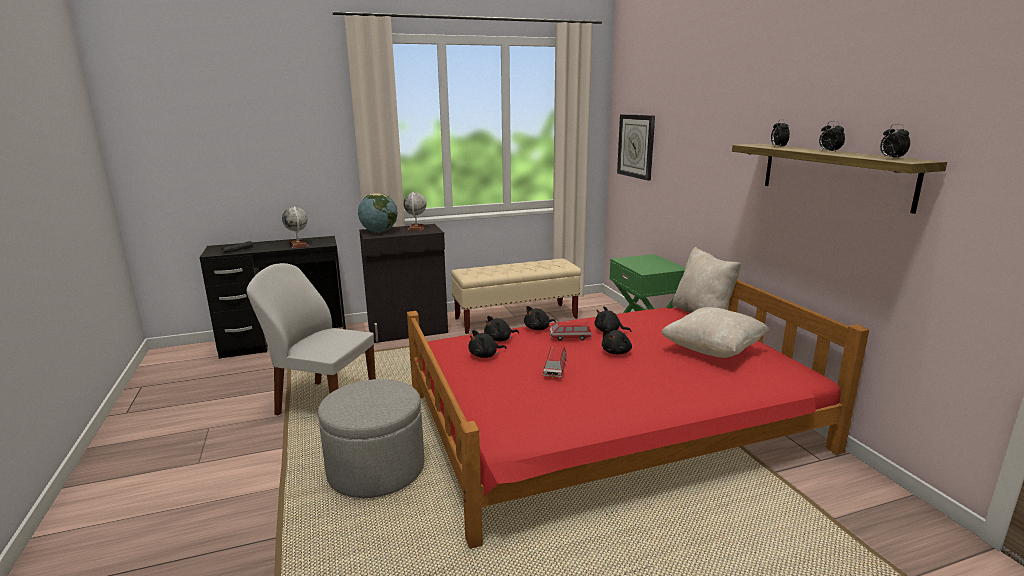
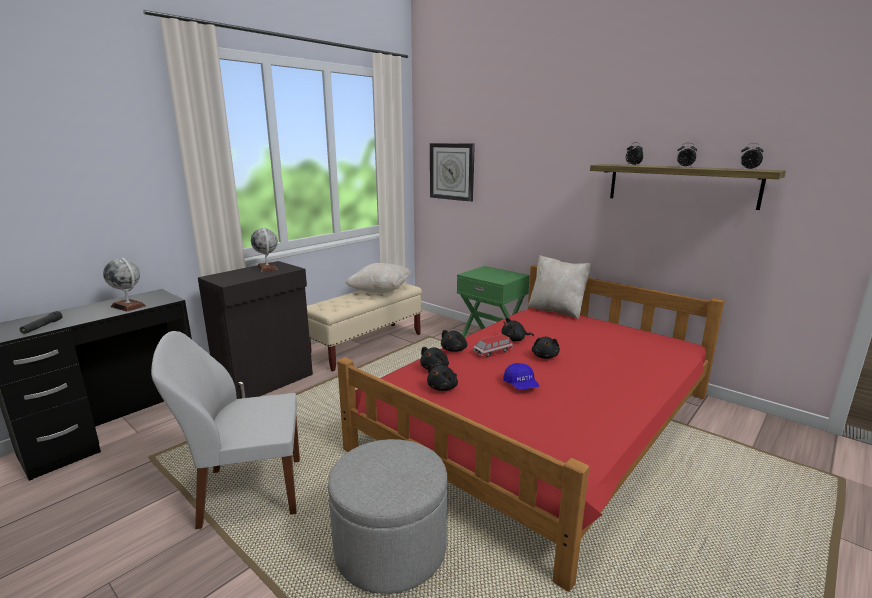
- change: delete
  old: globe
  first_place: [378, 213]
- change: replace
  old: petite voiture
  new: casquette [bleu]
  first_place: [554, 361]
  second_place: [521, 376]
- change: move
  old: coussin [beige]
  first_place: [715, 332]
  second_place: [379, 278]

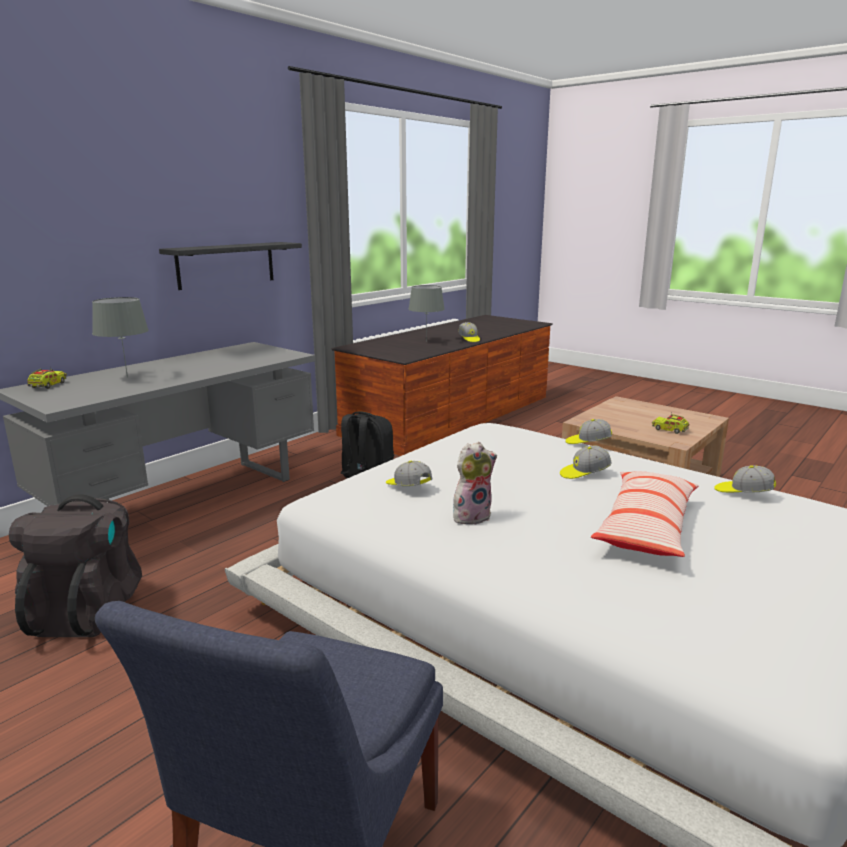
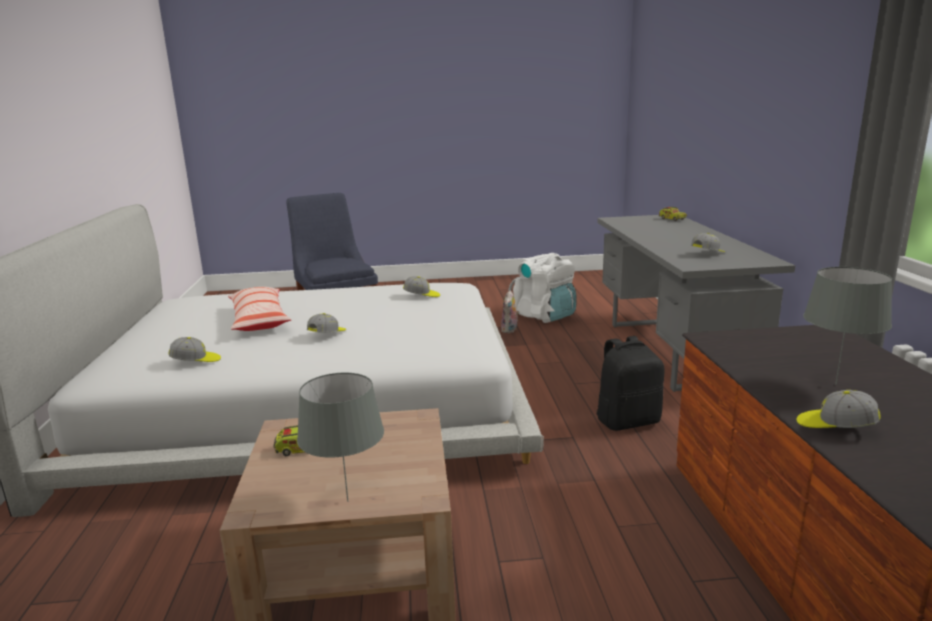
- change: recolor
  old: sac à dos [noir]
  new: sac à dos [blanc]
  first_place: [75, 565]
  second_place: [542, 288]
- change: move
  old: lampe de table [gris]
  first_place: [120, 337]
  second_place: [340, 437]
- change: delete
  old: étagère [noir]
  first_place: [230, 266]
- change: move
  old: peluche
  first_place: [475, 483]
  second_place: [510, 311]
- change: move
  old: casquette
  first_place: [588, 431]
  second_place: [708, 242]

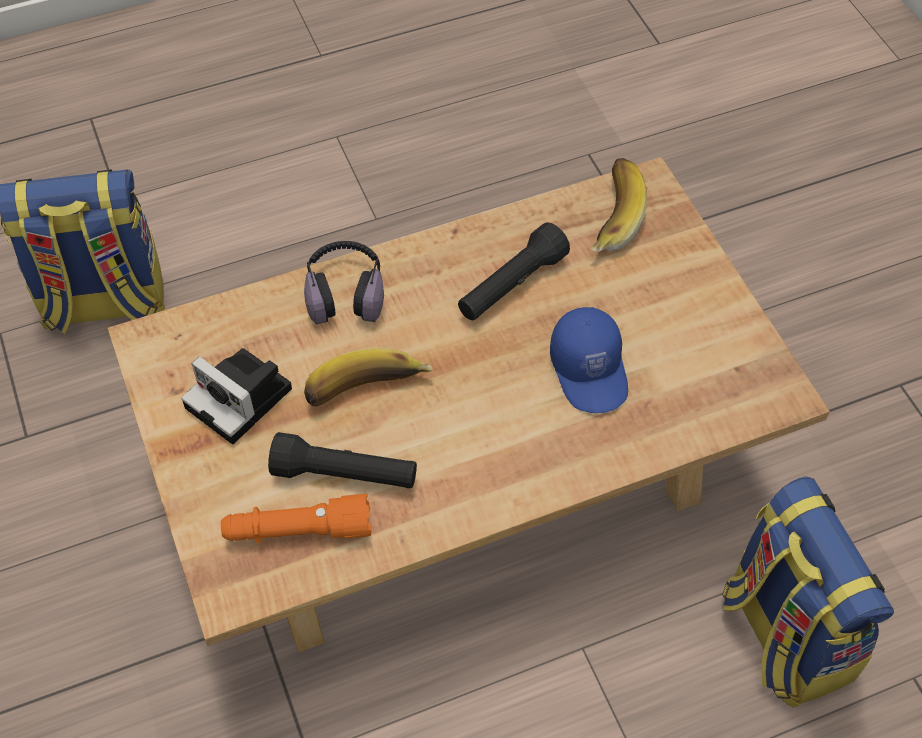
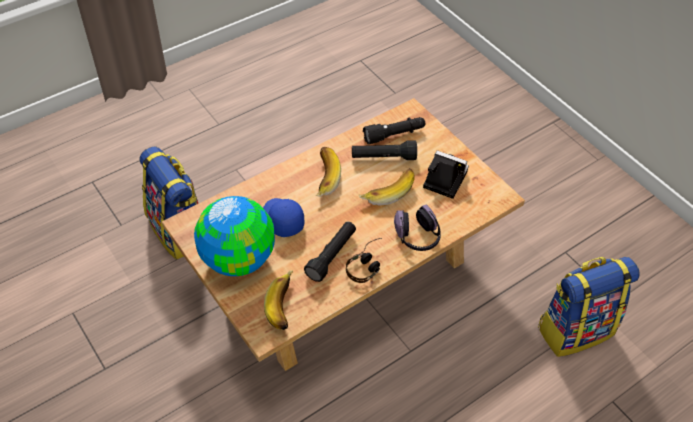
- change: recolor
  old: lampe de poche [orange]
  new: lampe de poche [noir]
  first_place: [296, 519]
  second_place: [394, 130]
- change: insert
  new: globe
  second_place: [234, 236]
- change: insert
  new: banane
  second_place: [328, 172]
- change: insert
  new: casque audio
  second_place: [364, 260]

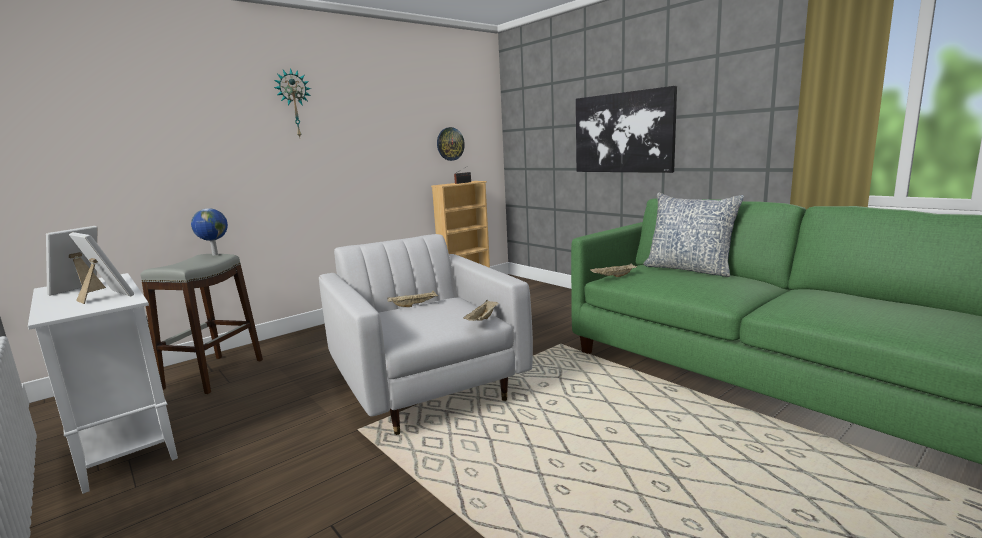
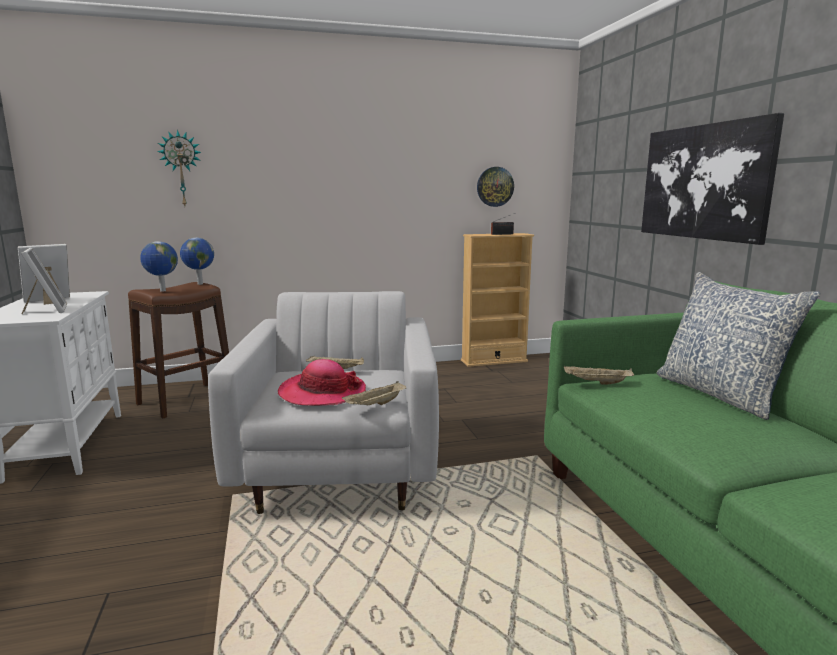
- change: recolor
  old: tabouret [gris]
  new: tabouret [marron]
  first_place: [201, 324]
  second_place: [178, 350]
- change: move
  old: horloge murale
  first_place: [292, 102]
  second_place: [179, 168]
- change: insert
  new: globe
  second_place: [159, 266]
- change: insert
  new: chapeau
  second_place: [322, 382]

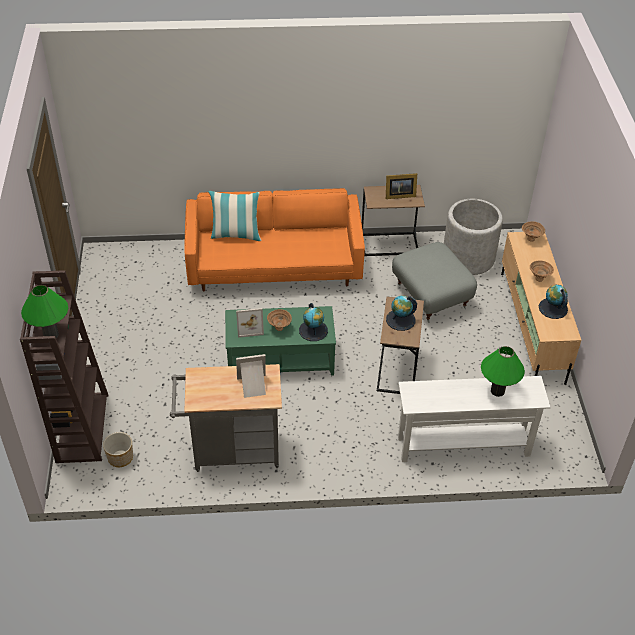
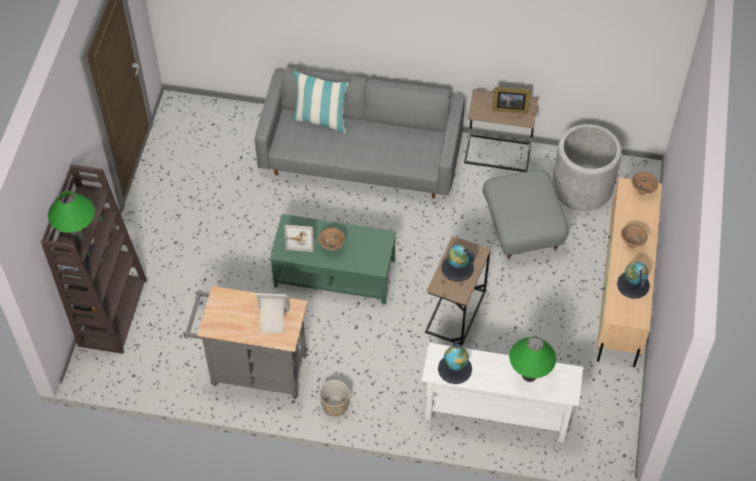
- change: move
  old: cache-pot
  first_place: [118, 449]
  second_place: [334, 398]
- change: recolor
  old: canapé [orange]
  new: canapé [gris]
  first_place: [275, 240]
  second_place: [359, 132]
- change: move
  old: globe
  first_place: [313, 322]
  second_place: [455, 362]

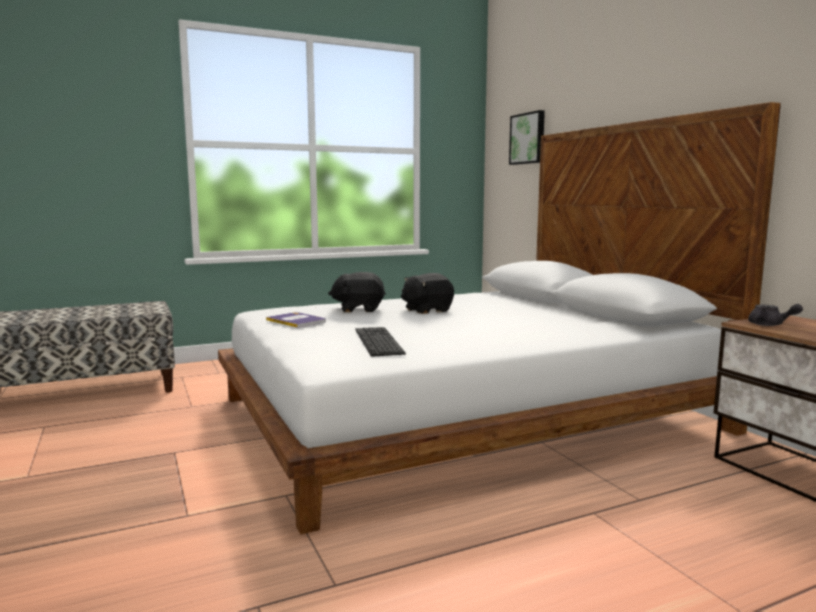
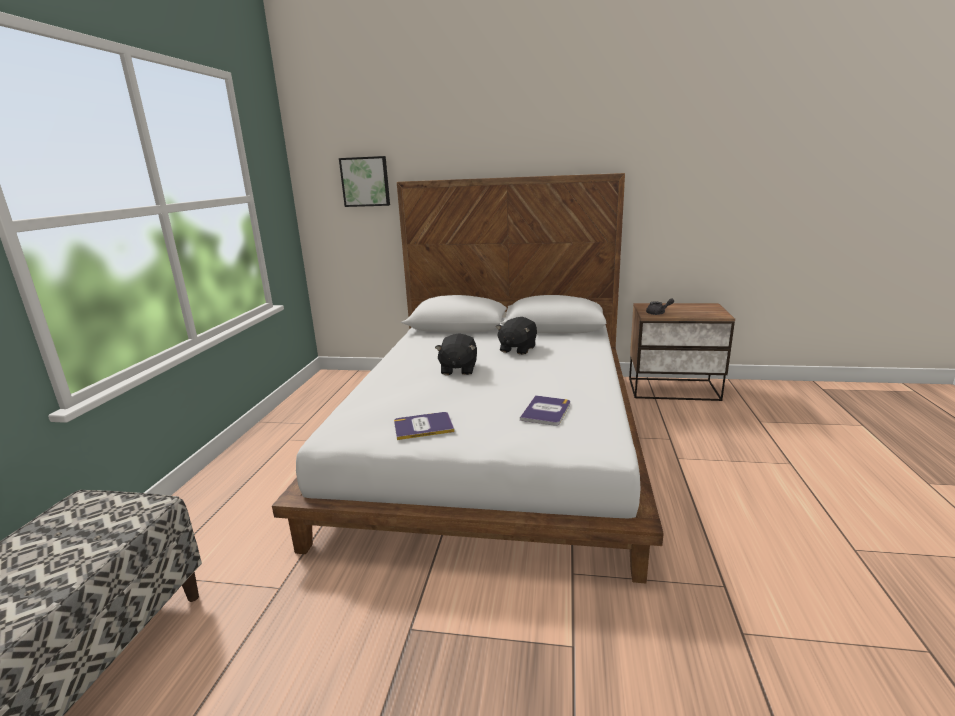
- change: move
  old: peluche [noir]
  first_place: [357, 292]
  second_place: [516, 336]
- change: replace
  old: clavier
  new: livre
  first_place: [381, 342]
  second_place: [545, 410]

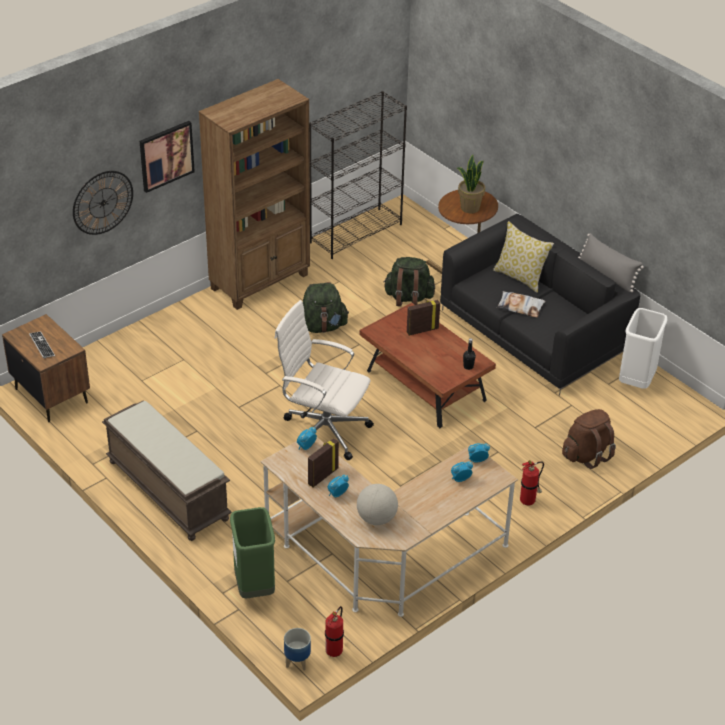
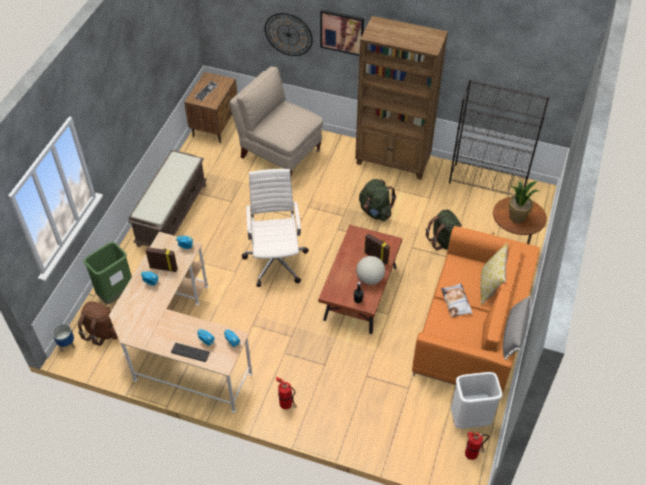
- change: move
  old: extincteur
  first_place: [334, 631]
  second_place: [477, 446]
- change: move
  old: globe
  first_place: [377, 504]
  second_place: [370, 270]
- change: recolor
  old: canapé [noir]
  new: canapé [orange]
  first_place: [540, 304]
  second_place: [476, 310]
- change: move
  old: sac à dos [marron]
  first_place: [589, 439]
  second_place: [98, 323]
- change: insert
  new: clavier
  second_place: [190, 352]
- change: insert
  new: chaise [beige]
  second_place: [276, 120]

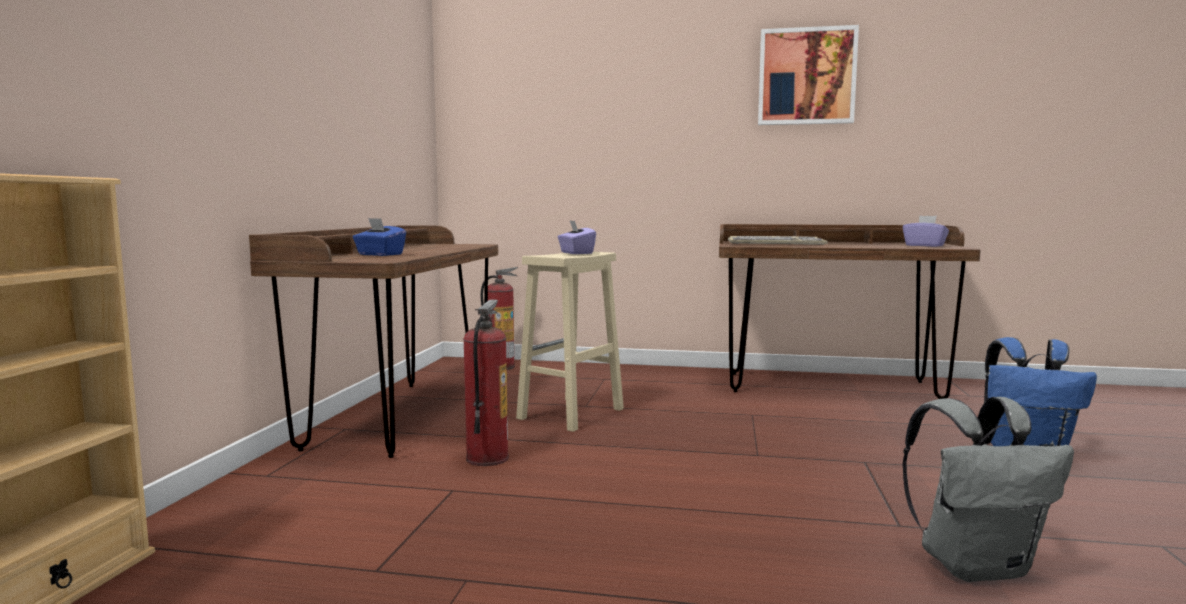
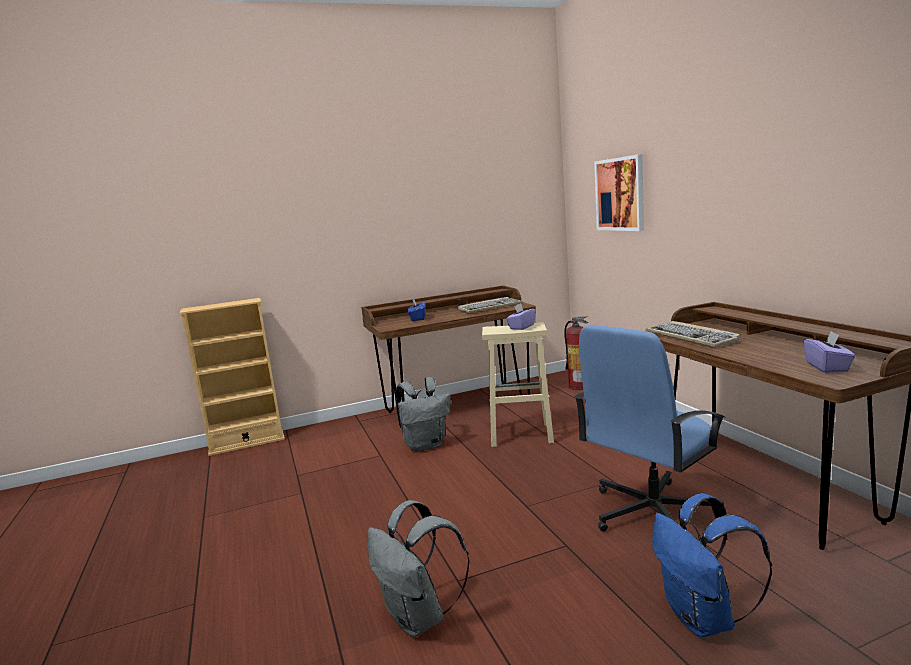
- change: replace
  old: extincteur
  new: sac à dos [gris]
  first_place: [486, 382]
  second_place: [423, 414]
- change: move
  old: tableau
  first_place: [808, 75]
  second_place: [619, 192]
- change: insert
  new: clavier
  second_place: [490, 305]
- change: insert
  new: chaise de bureau [bleu]
  second_place: [649, 428]

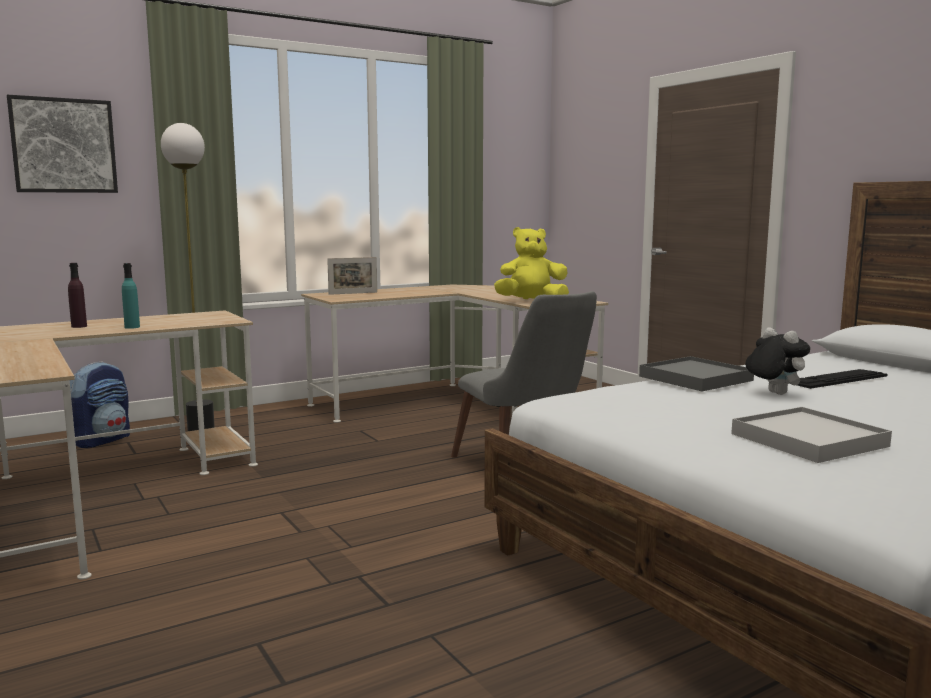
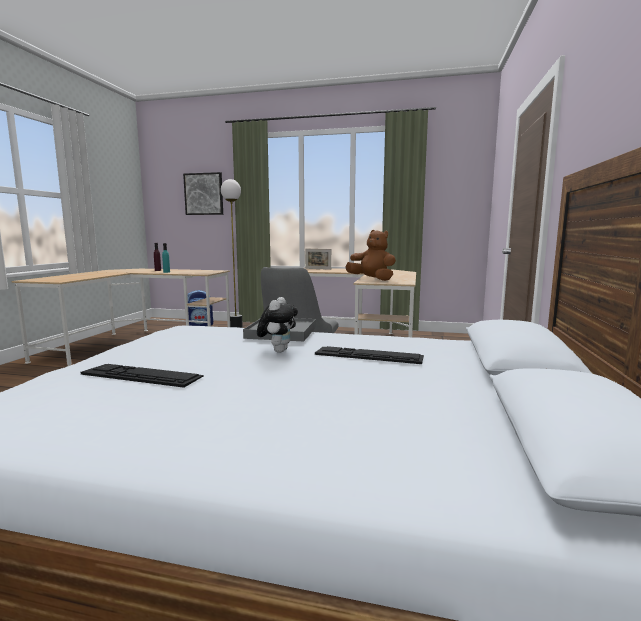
- change: recolor
  old: peluche [jaune]
  new: peluche [marron]
  first_place: [531, 263]
  second_place: [370, 255]
- change: replace
  old: plateau [blanc]
  new: clavier
  first_place: [811, 435]
  second_place: [142, 376]

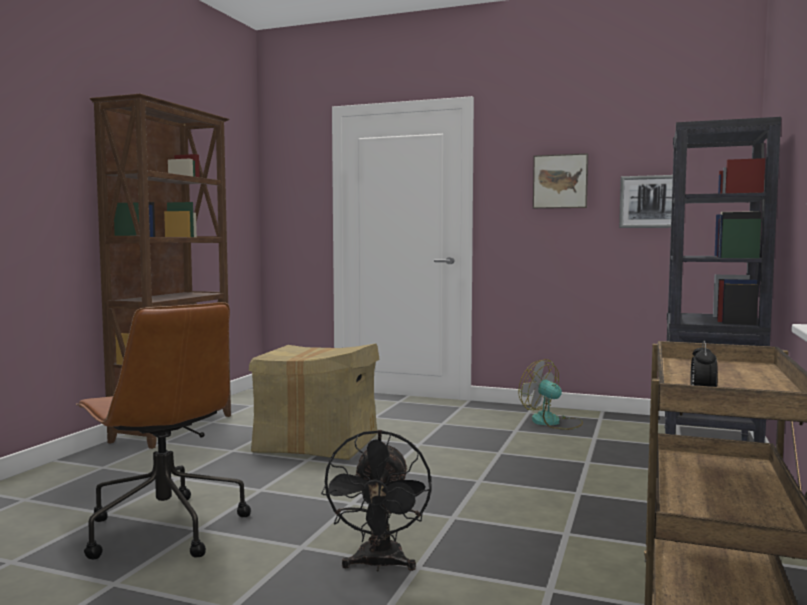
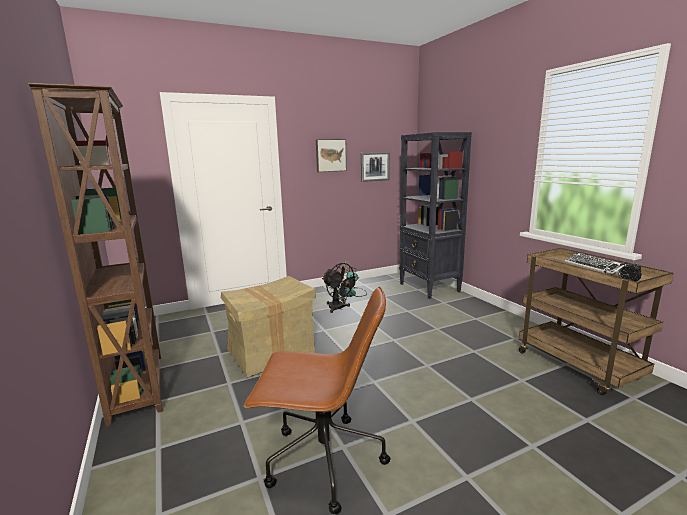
- change: move
  old: ventilateur [noir]
  first_place: [376, 501]
  second_place: [340, 288]
- change: insert
  new: clavier
  second_place: [595, 263]

